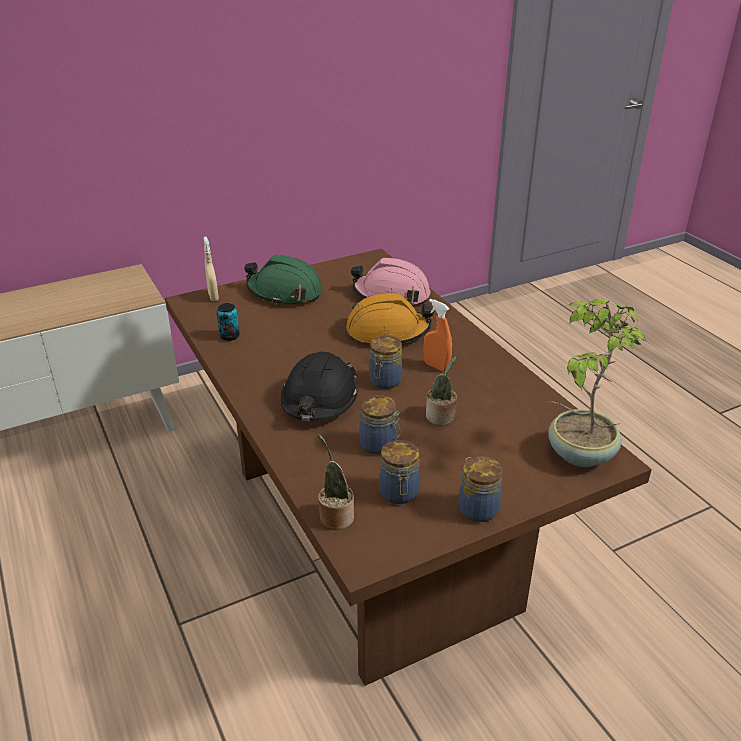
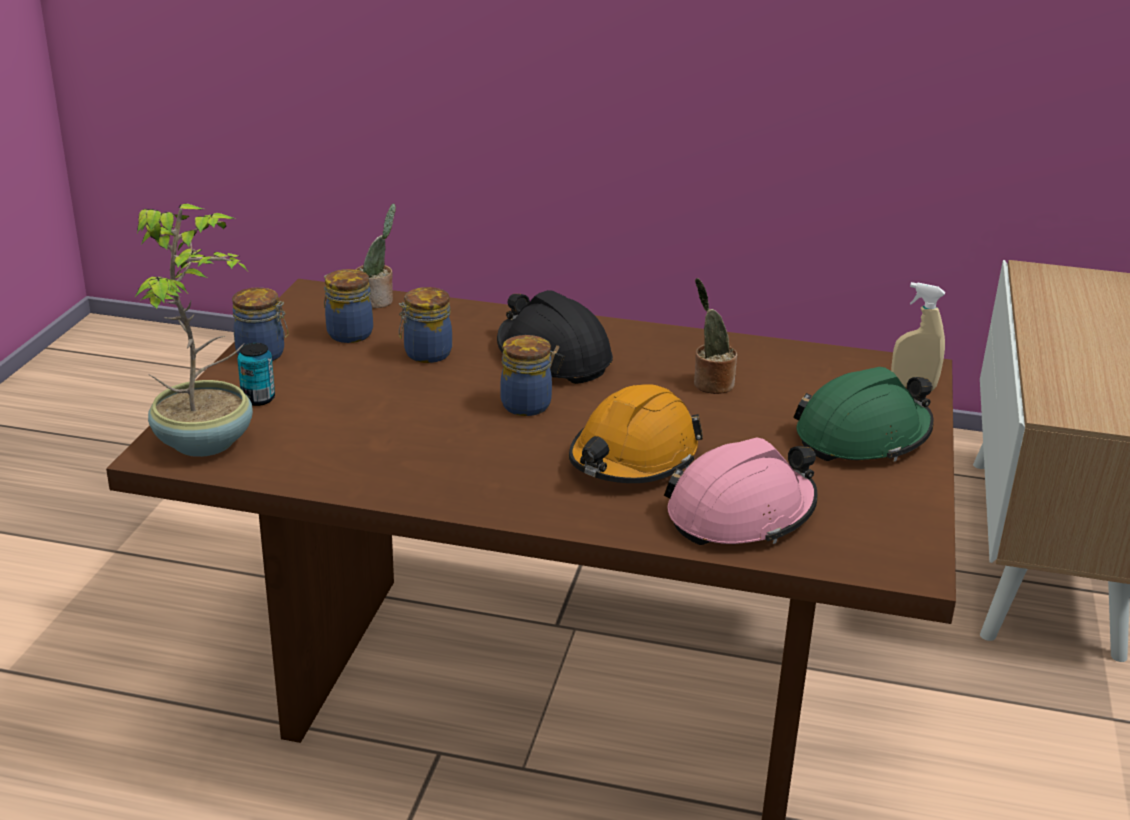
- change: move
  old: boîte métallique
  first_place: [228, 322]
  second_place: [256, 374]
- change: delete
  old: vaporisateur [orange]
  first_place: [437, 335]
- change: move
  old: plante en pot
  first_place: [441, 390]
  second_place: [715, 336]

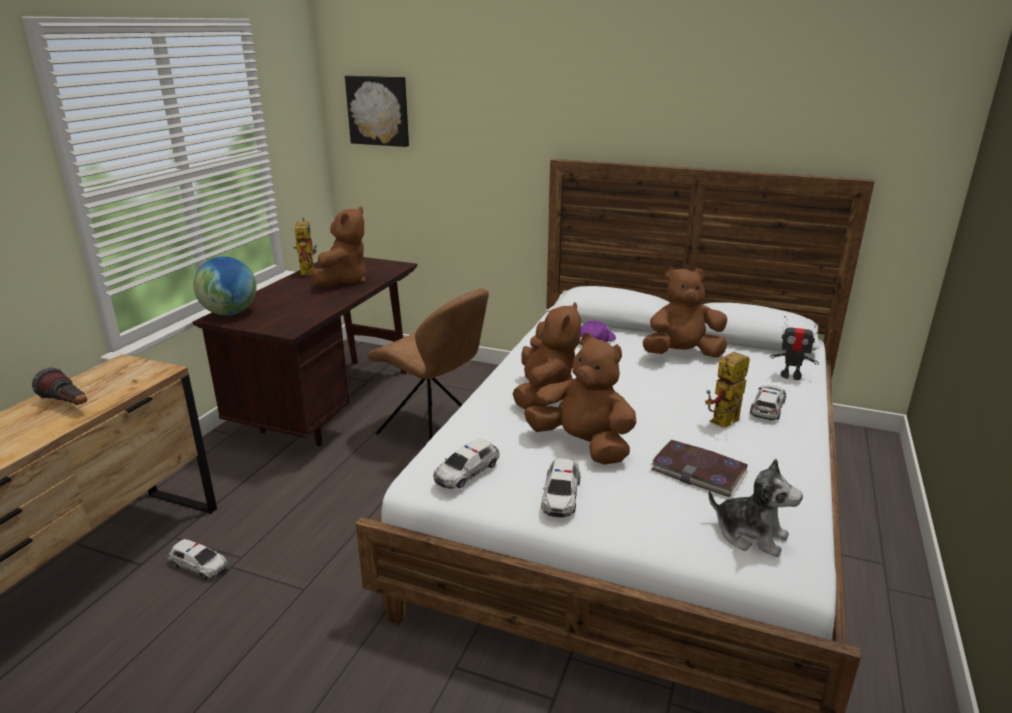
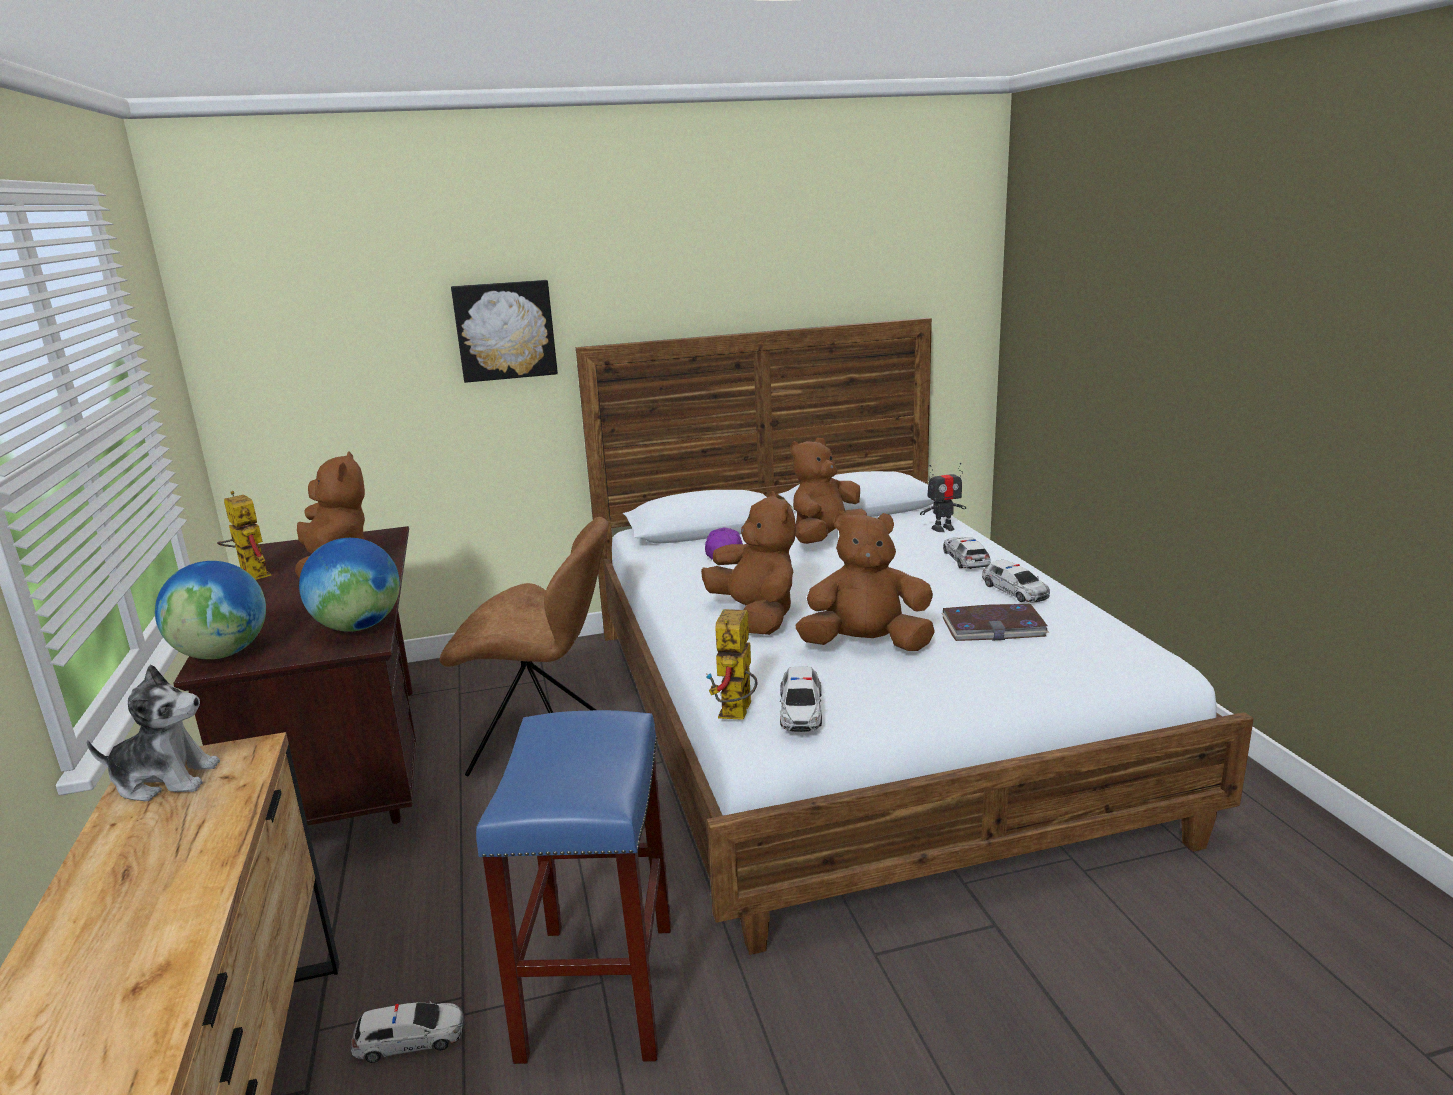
- change: delete
  old: lampe de poche
  first_place: [59, 386]
- change: move
  old: tableau
  first_place: [377, 111]
  second_place: [504, 331]
- change: move
  old: petite voiture
  first_place: [560, 487]
  second_place: [1016, 581]
- change: move
  old: robot jouet
  first_place: [727, 390]
  second_place: [731, 664]
- change: move
  old: peluche
  first_place: [755, 508]
  second_place: [153, 732]
- change: insert
  new: globe
  second_place: [349, 585]
- change: insert
  new: tabouret [bleu]
  second_place: [573, 887]

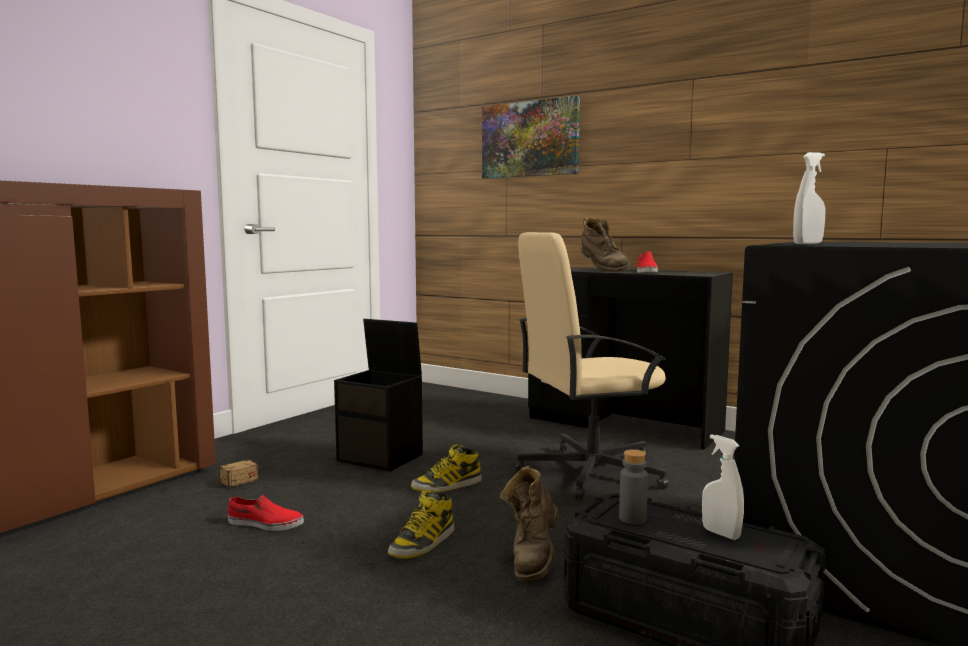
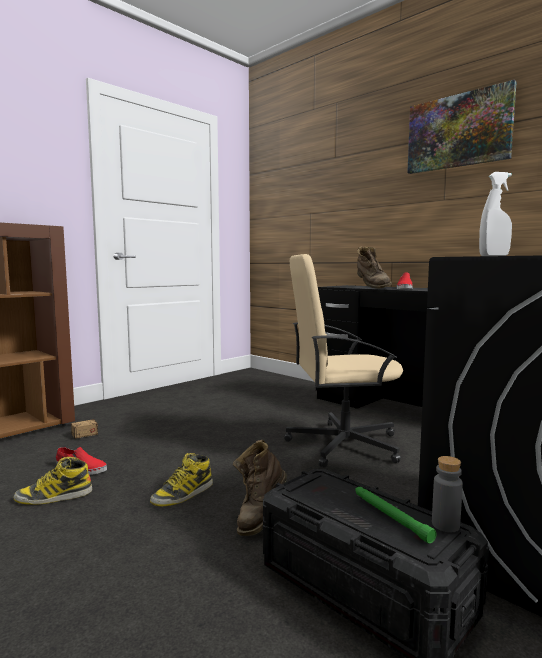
- change: delete
  old: boîte de rangement [noir]
  first_place: [378, 395]
- change: move
  old: botte
  first_place: [446, 468]
  second_place: [52, 481]
- change: move
  old: tableau
  first_place: [531, 137]
  second_place: [462, 127]
- change: move
  old: bouteille [gris]
  first_place: [633, 486]
  second_place: [447, 494]
- change: replace
  old: vaporisateur [blanc]
  new: lampe de poche [vert]
  first_place: [723, 487]
  second_place: [396, 515]

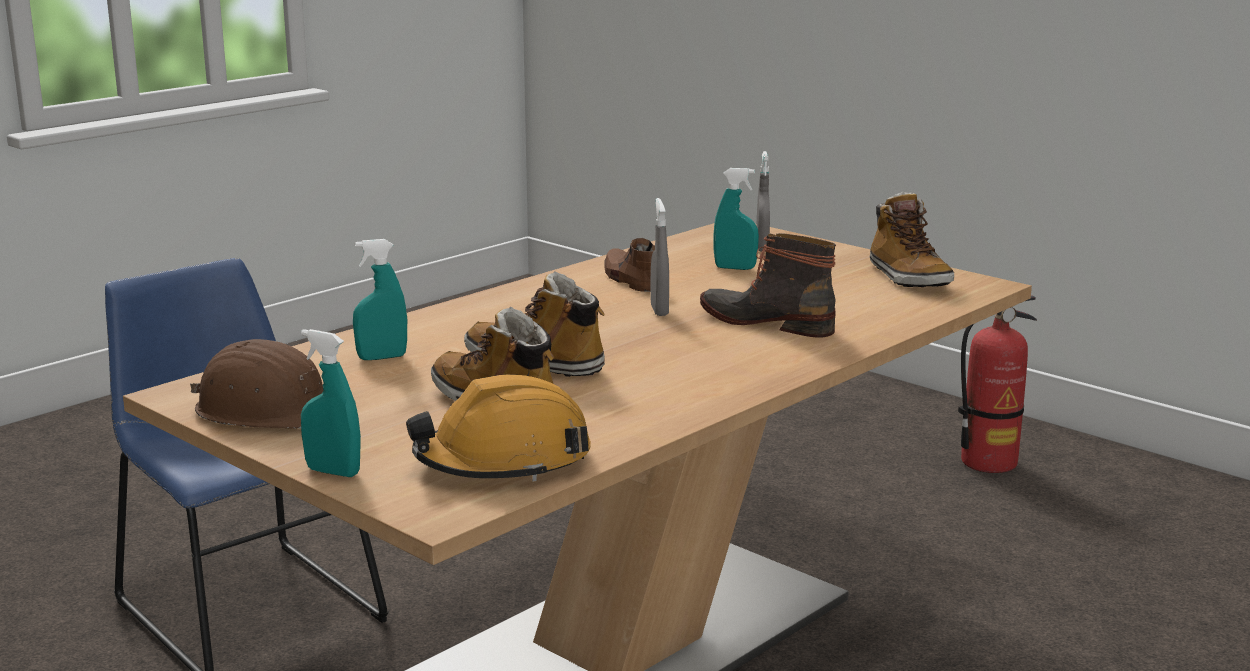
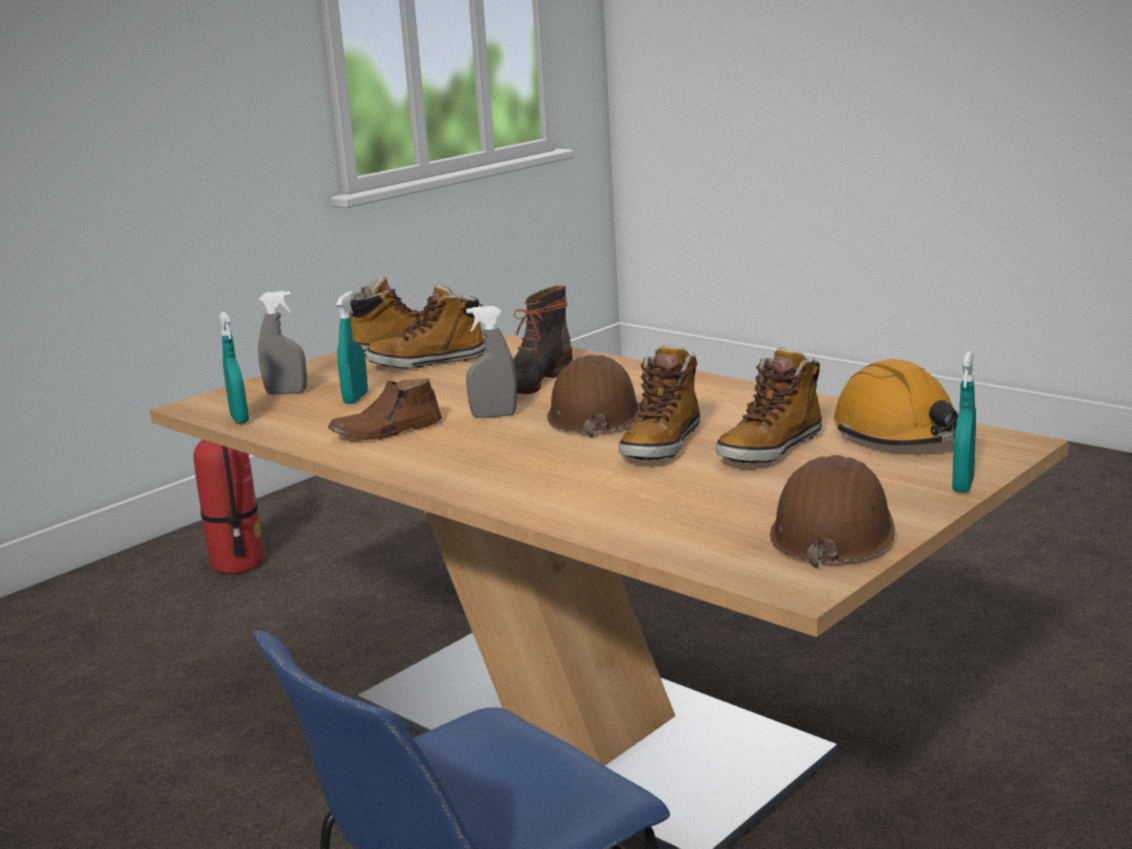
- change: move
  old: vaporisateur [turquoise]
  first_place: [380, 299]
  second_place: [234, 368]
- change: insert
  new: botte
  second_place: [426, 326]
- change: insert
  new: casque de chantier [marron]
  second_place: [593, 396]

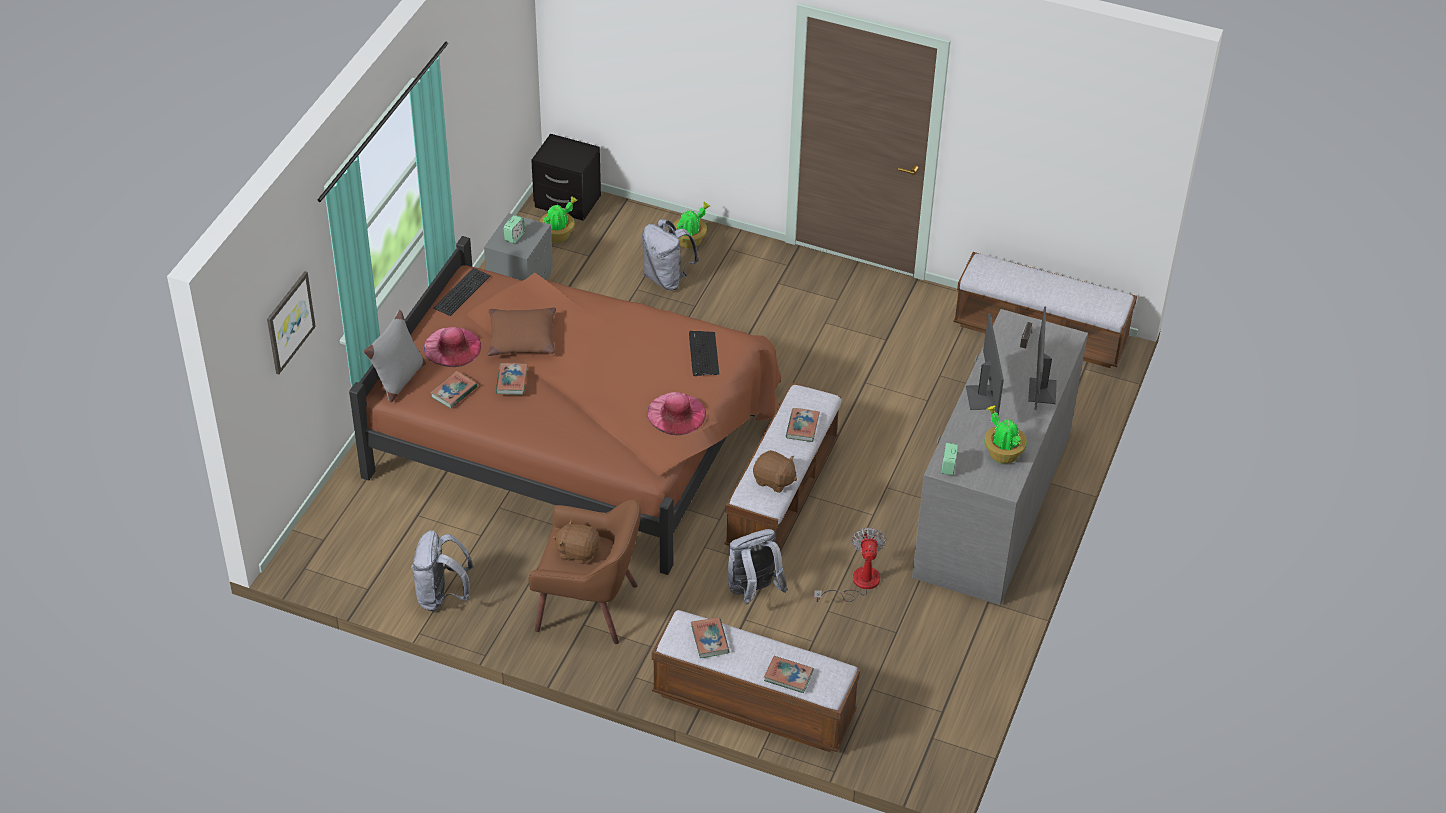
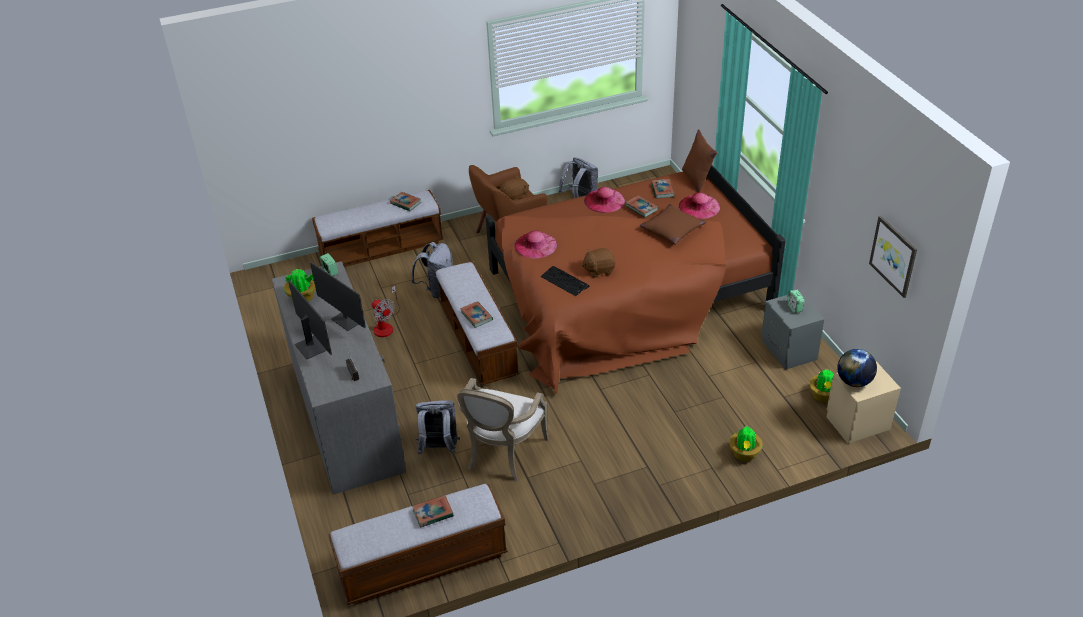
- change: move
  old: tableau
  first_place: [291, 323]
  second_place: [893, 257]
- change: recolor
  old: coussin [gris]
  new: coussin [marron]
  first_place: [395, 356]
  second_place: [699, 161]
- change: delete
  old: clavier
  first_place: [462, 292]
- change: recolor
  old: table de chevet [noir]
  new: table de chevet [beige]
  first_place: [566, 177]
  second_place: [864, 402]
- change: move
  old: sac à dos [gris]
  first_place: [670, 254]
  second_place: [438, 427]
- change: move
  old: peluche [marron]
  first_place: [775, 471]
  second_place: [598, 263]
- change: move
  old: livre
  first_place: [789, 674]
  second_place: [433, 511]
- change: insert
  new: fauteuil
  second_place: [503, 429]
- change: insert
  new: chapeau [rose]
  second_place: [604, 200]
- change: insert
  new: globe
  second_place: [857, 368]

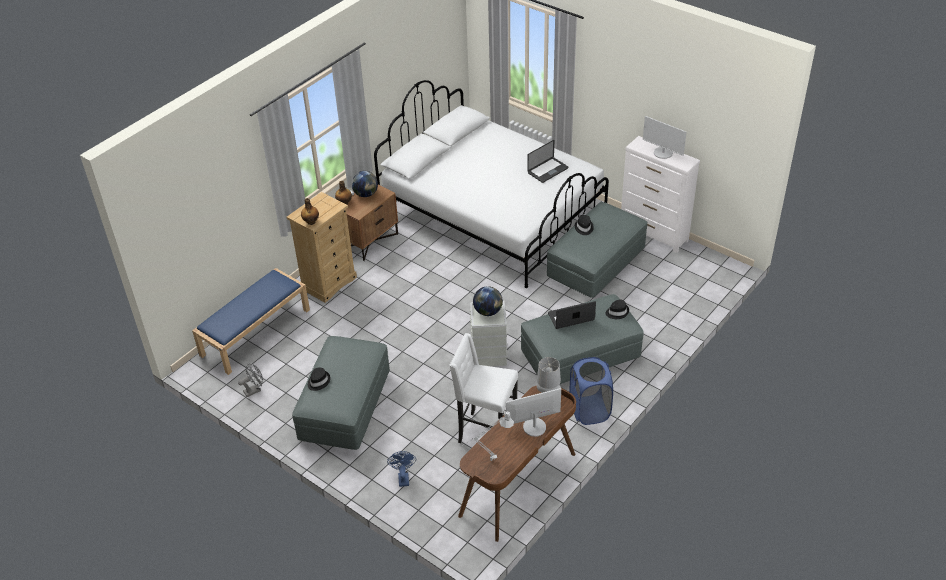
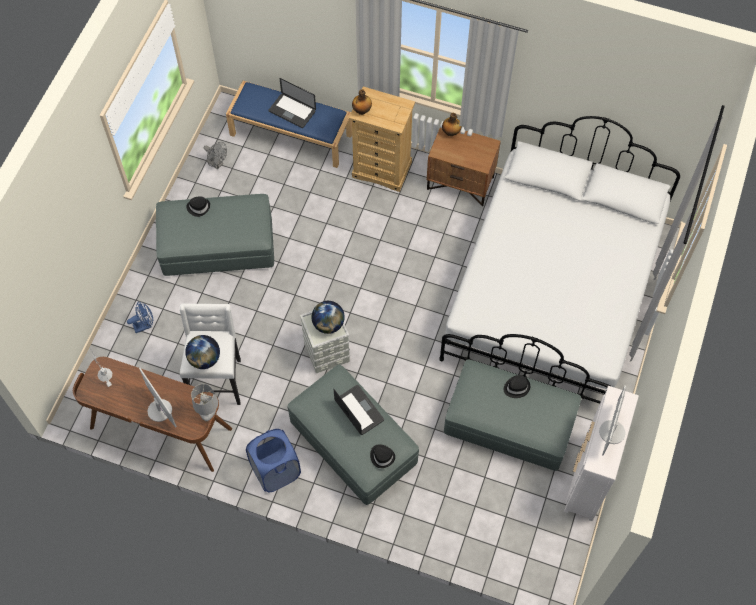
- change: move
  old: globe
  first_place: [365, 184]
  second_place: [202, 352]
- change: move
  old: ordinateur portable
  first_place: [548, 161]
  second_place: [292, 103]

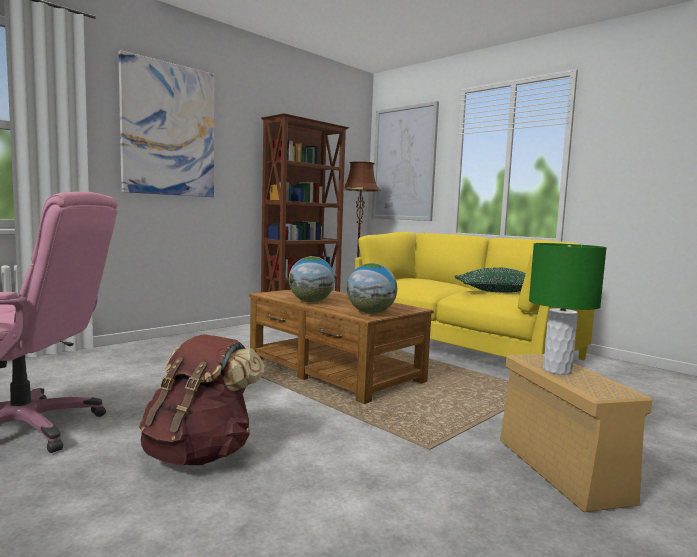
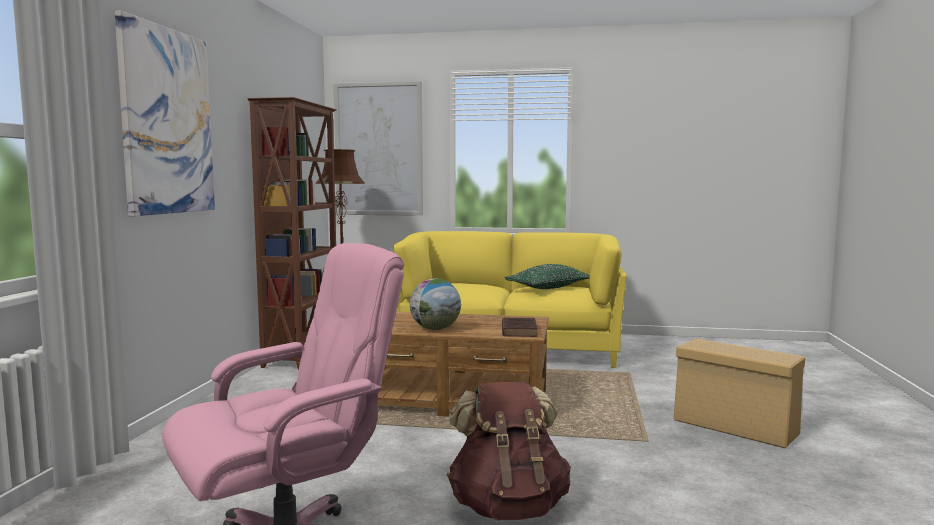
- change: replace
  old: globe
  new: livre [marron]
  first_place: [372, 288]
  second_place: [520, 327]
- change: delete
  old: lampe de table [vert]
  first_place: [568, 309]

